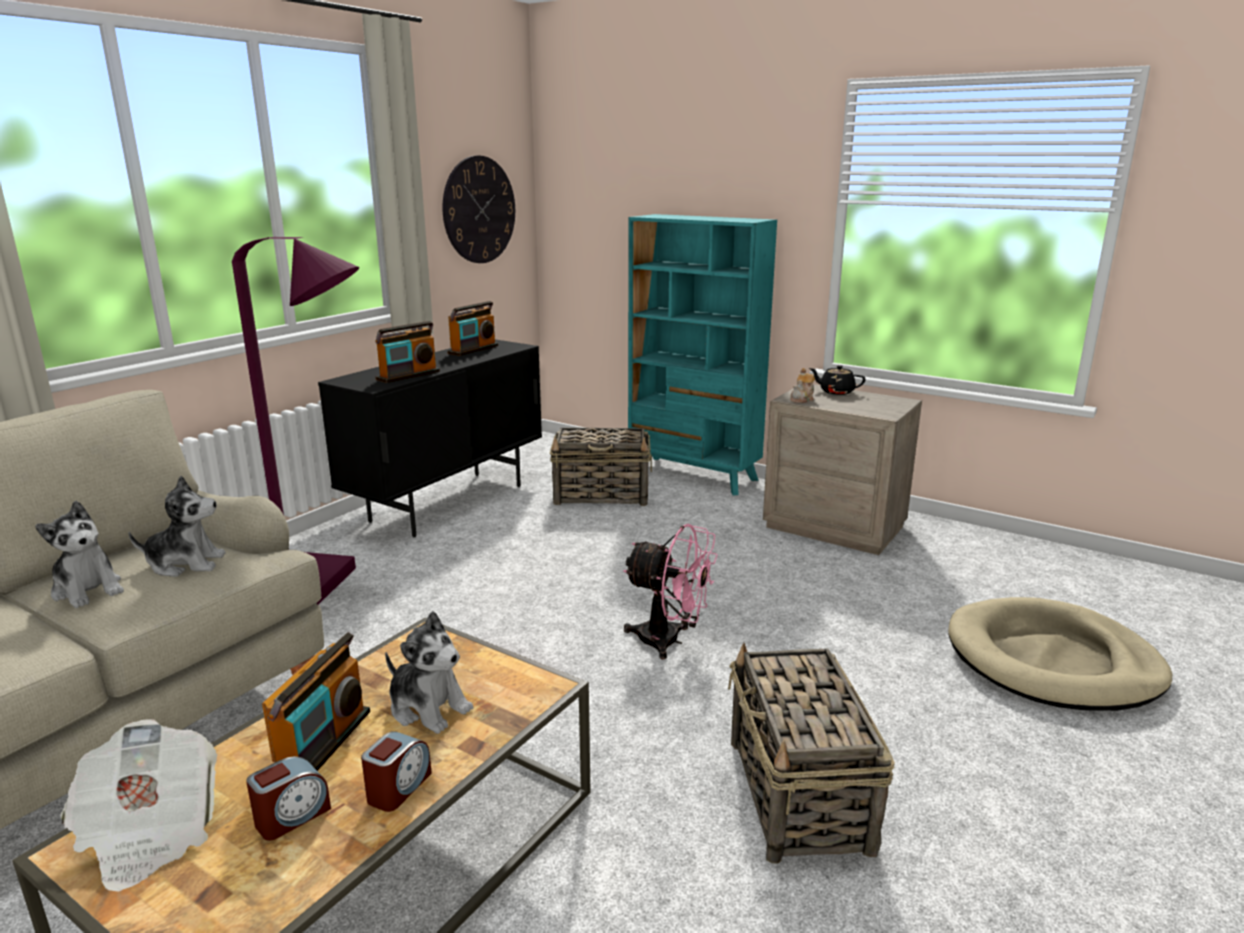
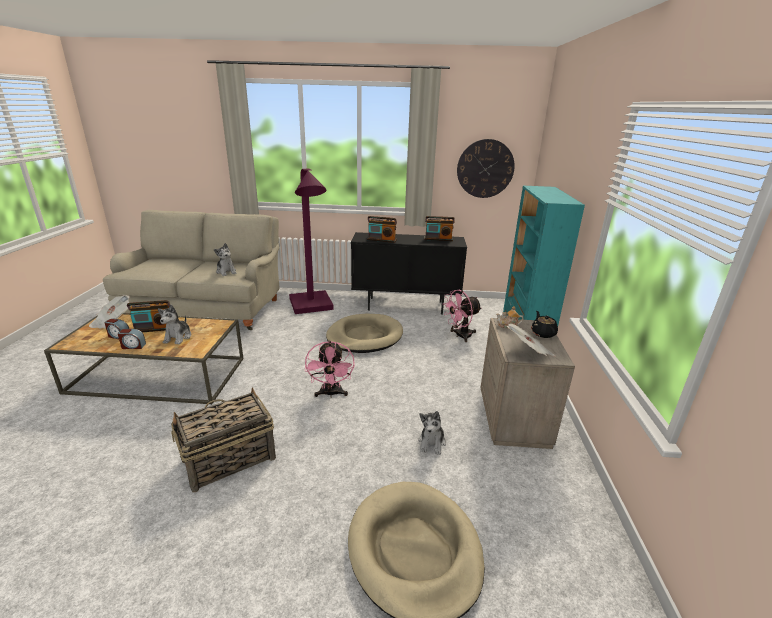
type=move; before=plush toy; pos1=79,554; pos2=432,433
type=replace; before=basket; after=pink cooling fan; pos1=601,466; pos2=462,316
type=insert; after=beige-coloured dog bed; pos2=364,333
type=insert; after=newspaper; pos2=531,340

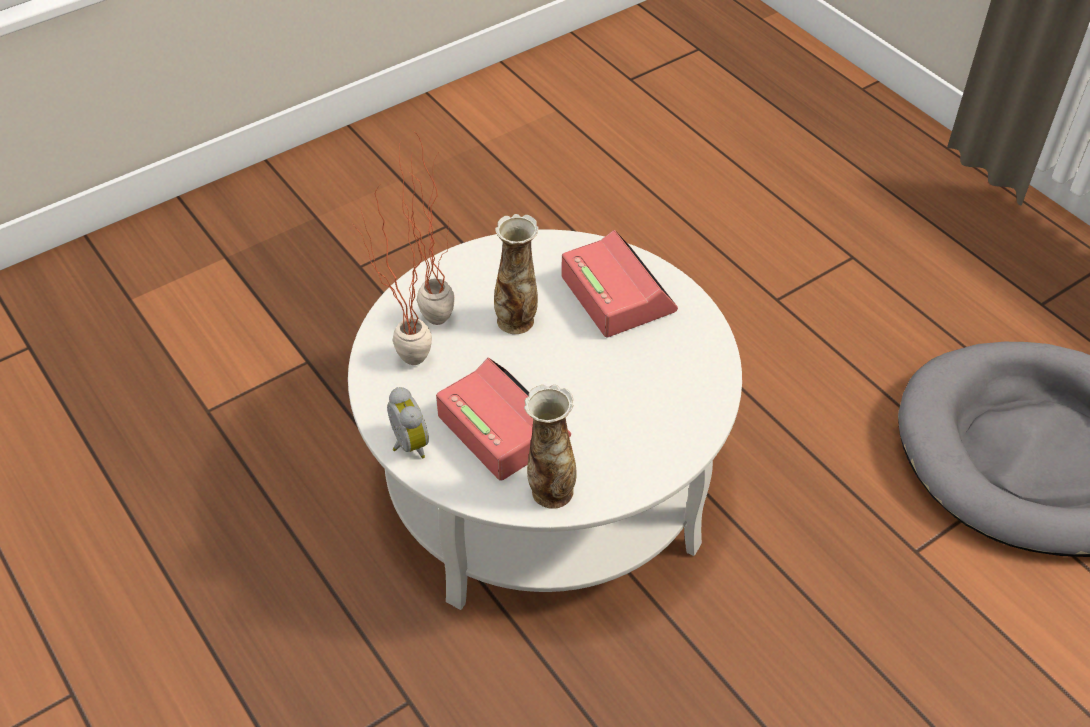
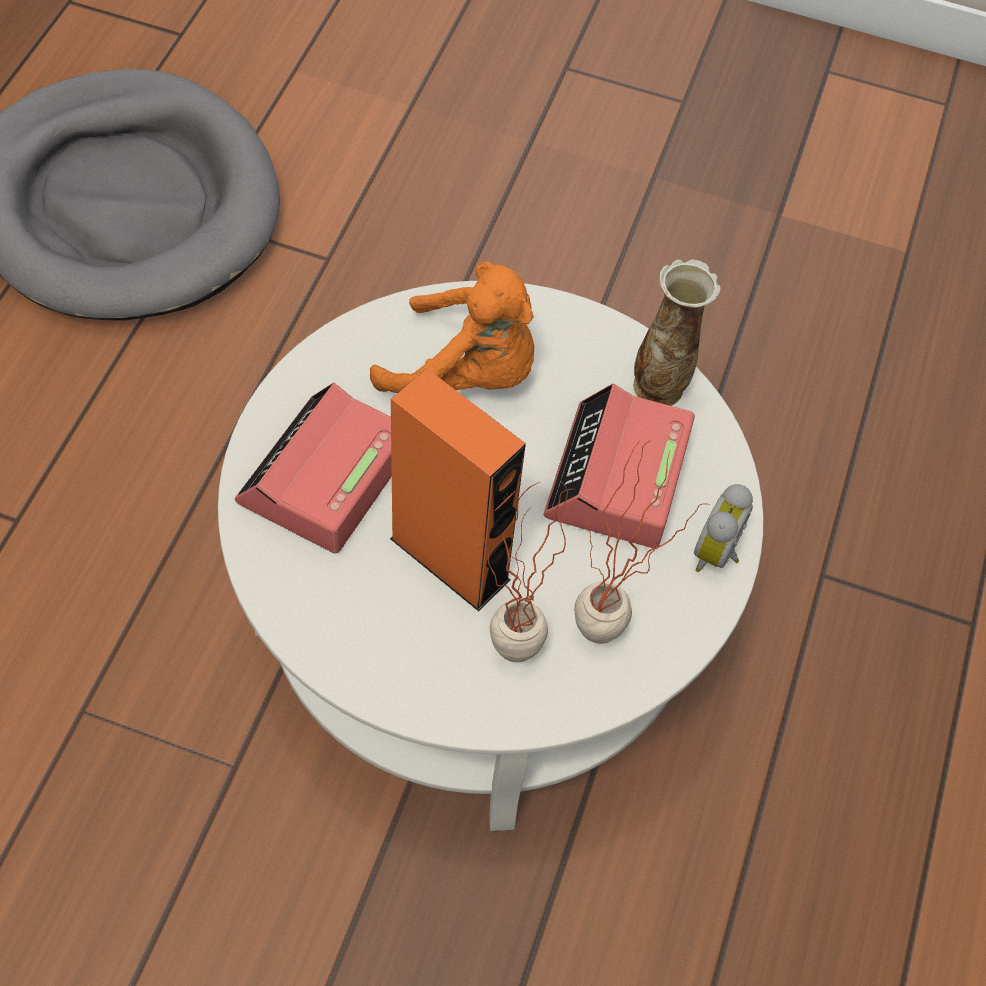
type=replace; before=flower vase; after=orange audio speaker; pos1=516,274; pos2=458,489
type=insert; after=orange plush toy; pos2=452,327

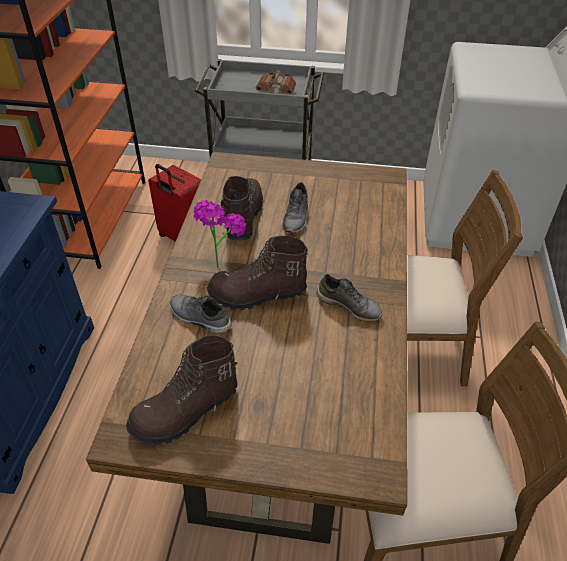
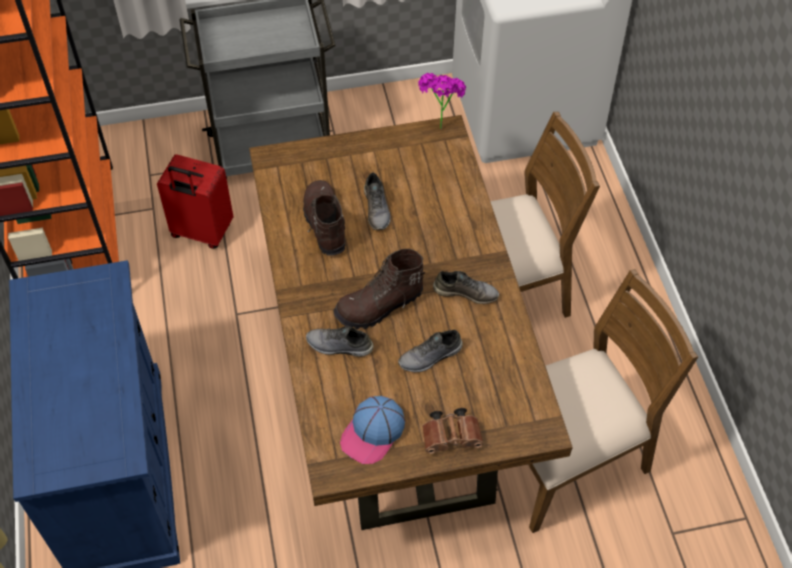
type=replace; before=brownish high-top boot; after=peaked cap; pos1=182,390; pos2=372,430
type=move; before=houseplant; pos1=219,234; pos2=442,101
type=move; before=brownish pair of binoculars; pos1=276,82; pos2=453,431
type=insert; after=greyish shoe; pos2=430,351

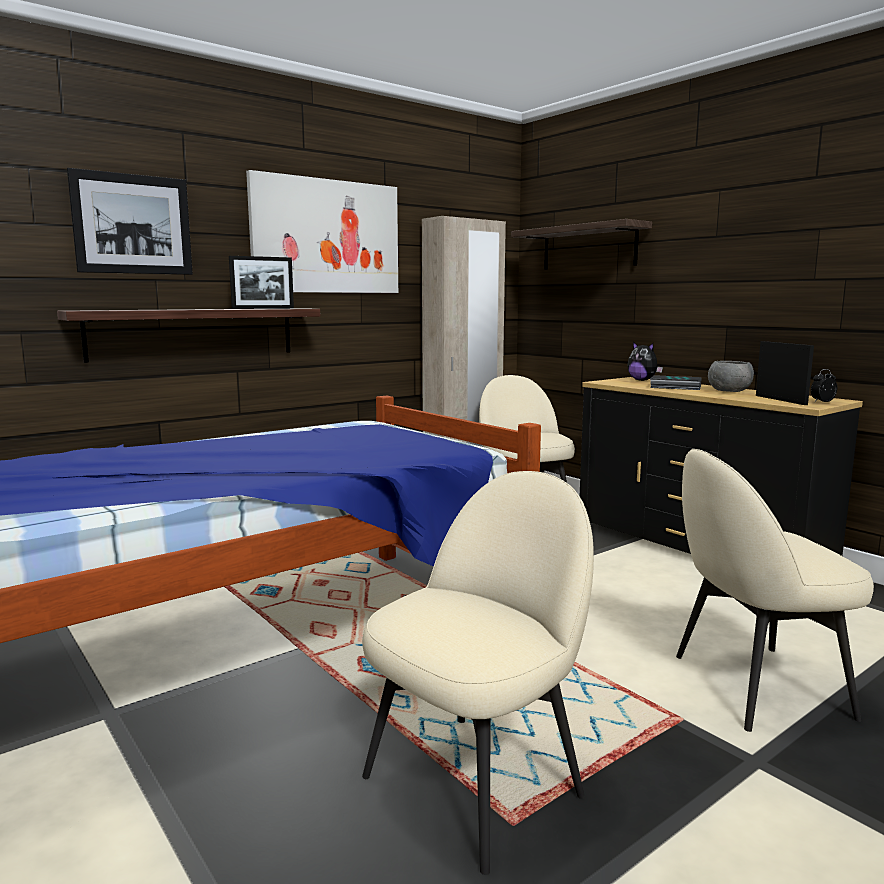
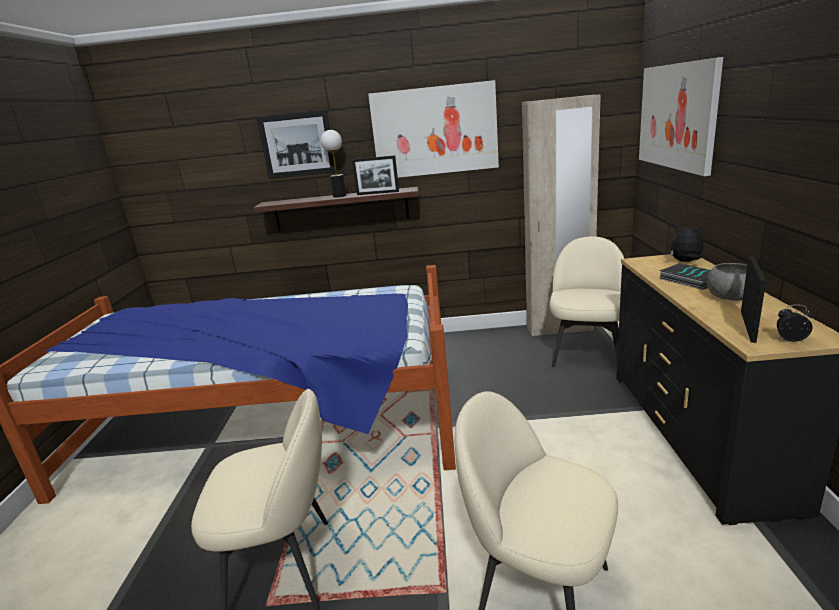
type=replace; before=wall shelf; after=picture; pos1=581,244; pos2=681,116
type=rotate; before=plush toy; pos1=645,361; pos2=686,243; turn=105
type=insert; after=table lamp; pos2=333,163

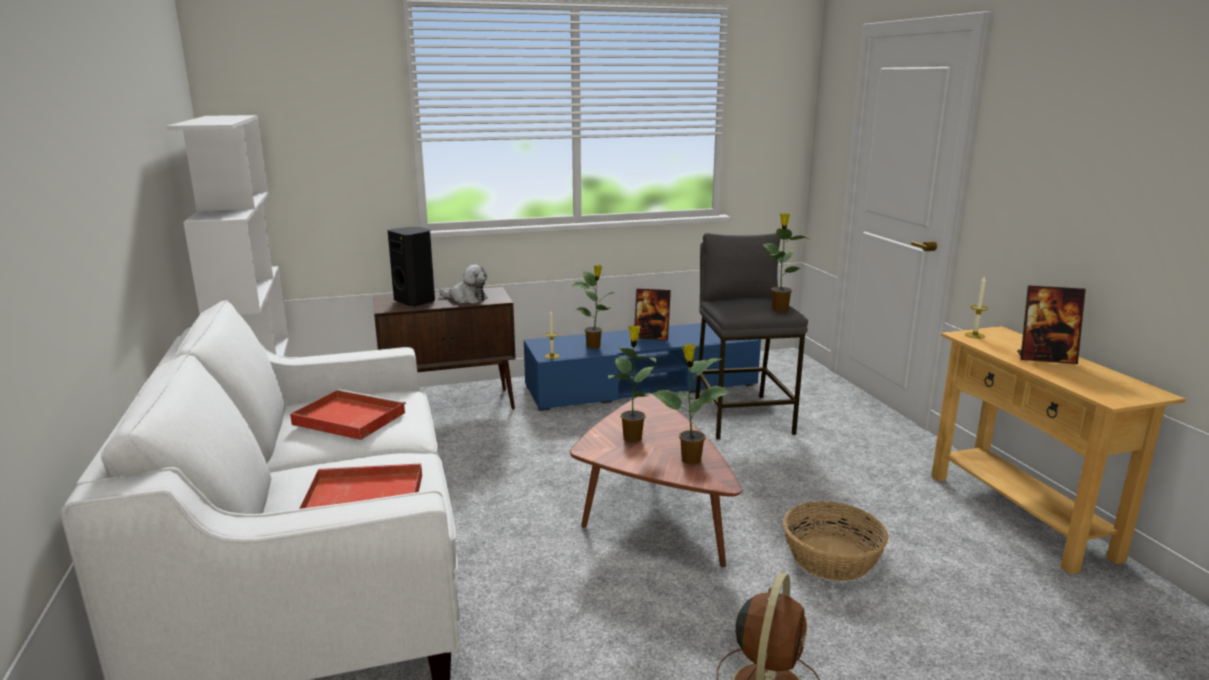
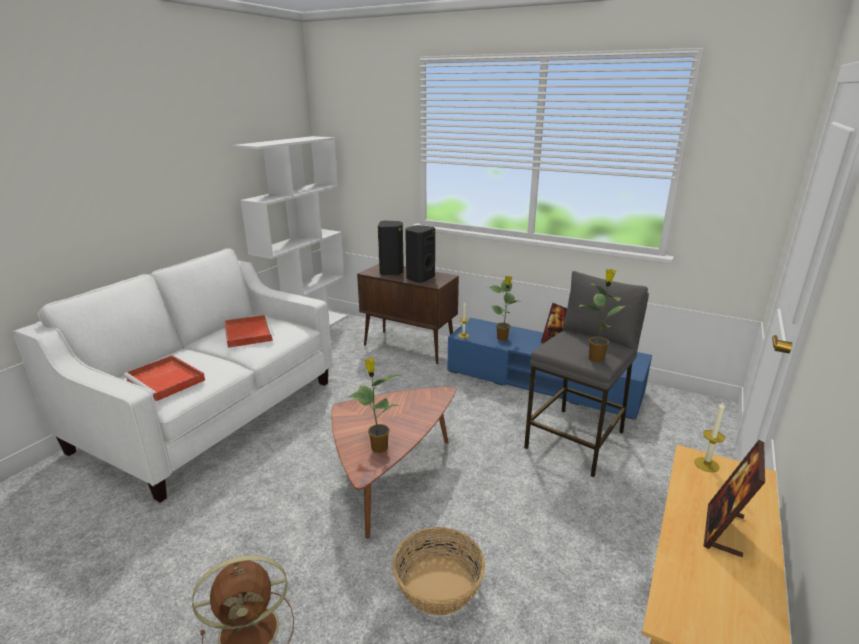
type=replace; before=plush toy; after=black-coloured audio speaker; pos1=463,284; pos2=420,254
type=delete; before=houseplant; pos1=632,383
type=rotate; before=standing frame; pos1=1051,325; pos2=734,498; turn=60

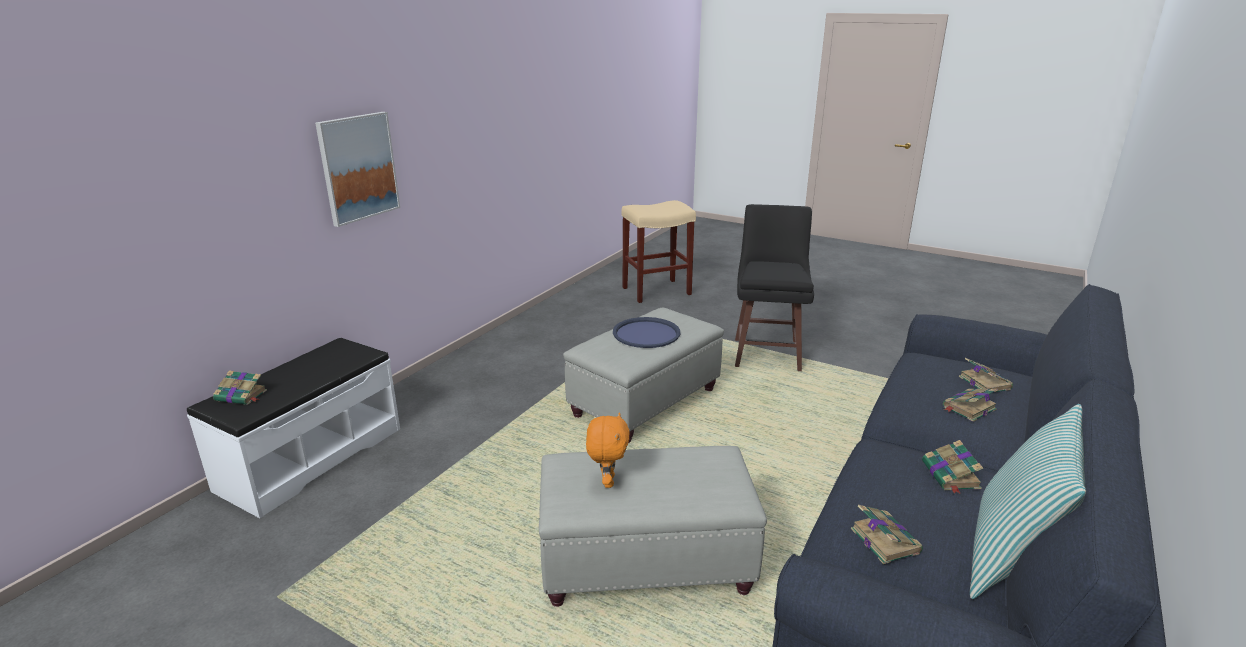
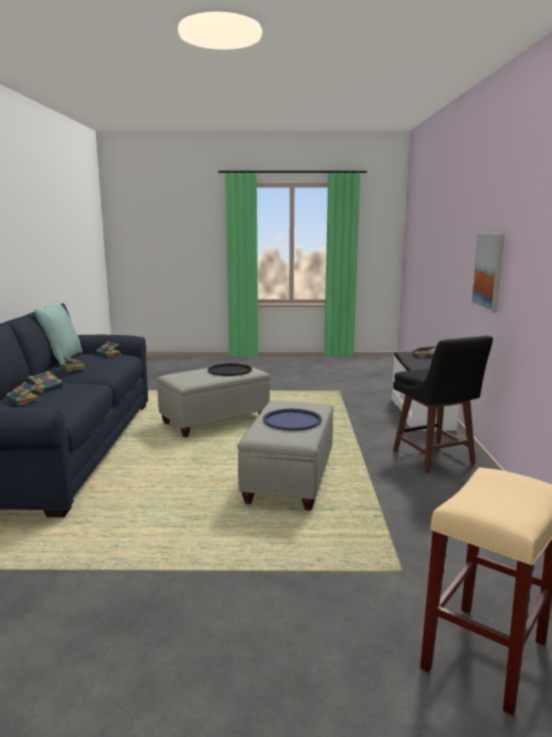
type=replace; before=orange plush toy; after=black-coloured tray; pos1=608,450; pos2=230,369
type=move; before=black-coloured sitting stool; pos1=774,287; pos2=443,404

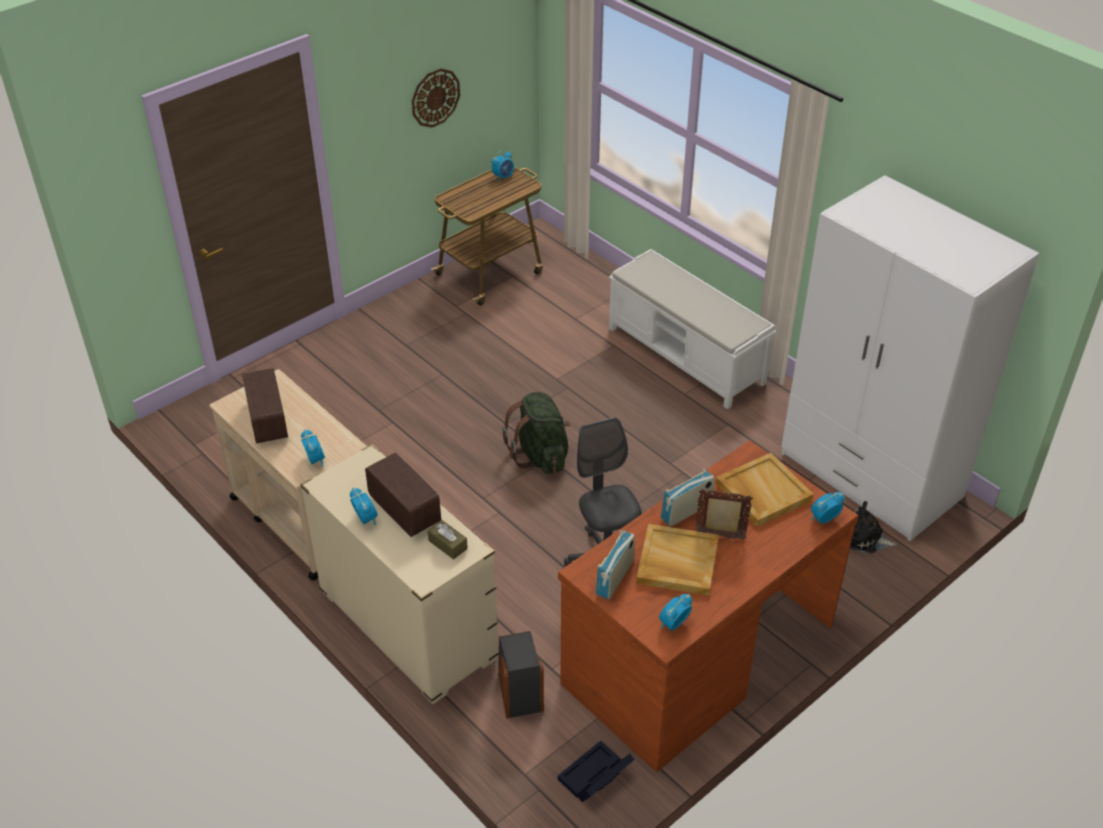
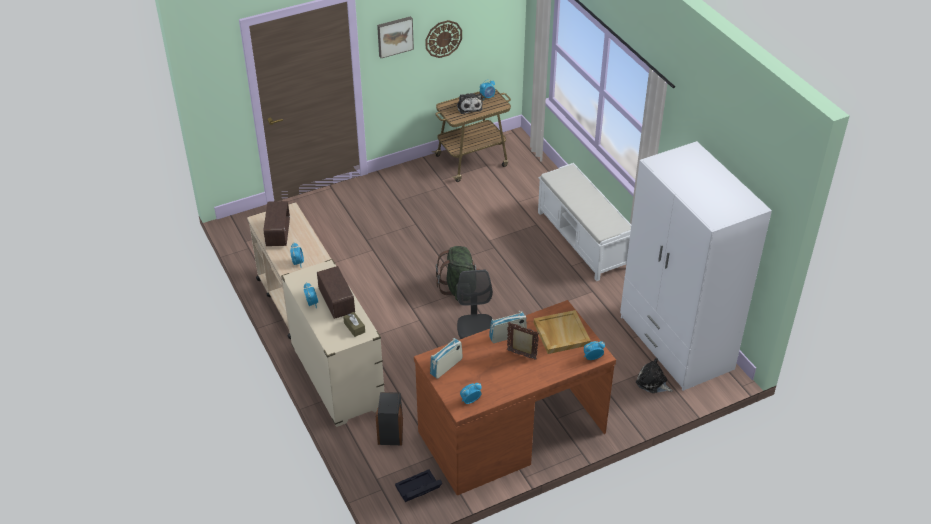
type=delete; before=beige-coloured tray; pos1=677,560
type=insert; after=picture; pos2=395,37
type=insert; after=plush toy; pos2=470,103

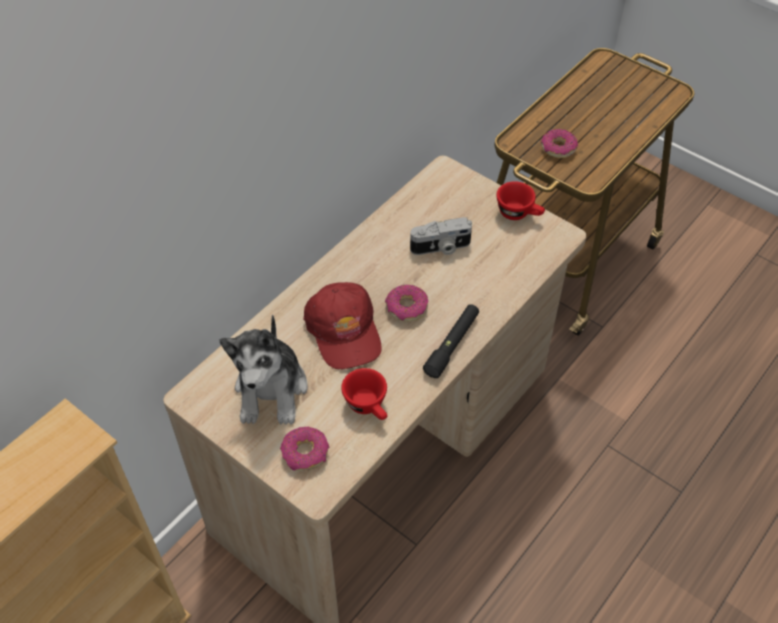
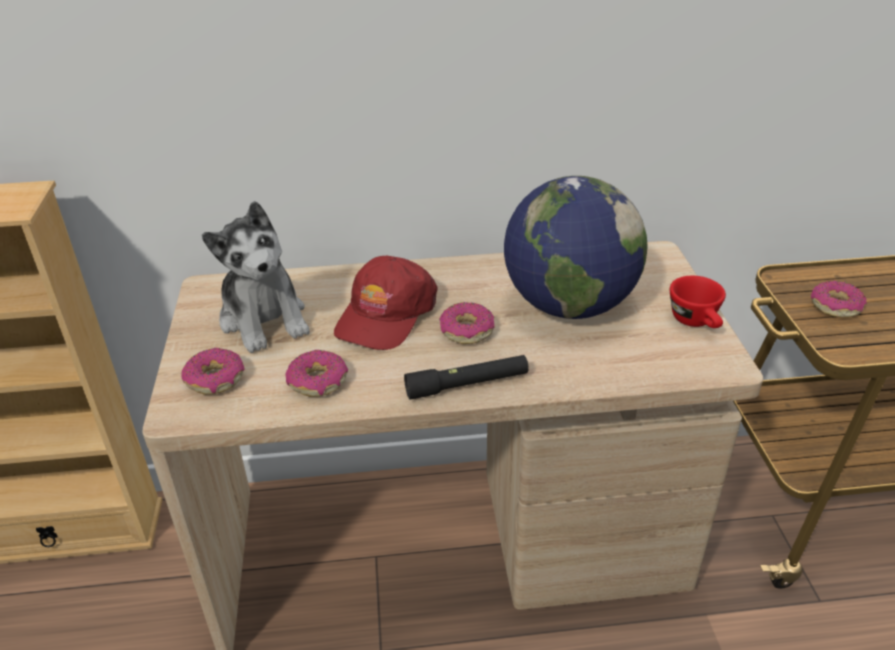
type=rotate; before=plush toy; pos1=263,370; pos2=256,277; turn=-75
type=replace; before=red cup; after=ring doughnut; pos1=364,394; pos2=316,373
type=replace; before=photo camera; after=globe; pos1=441,236; pos2=576,247

